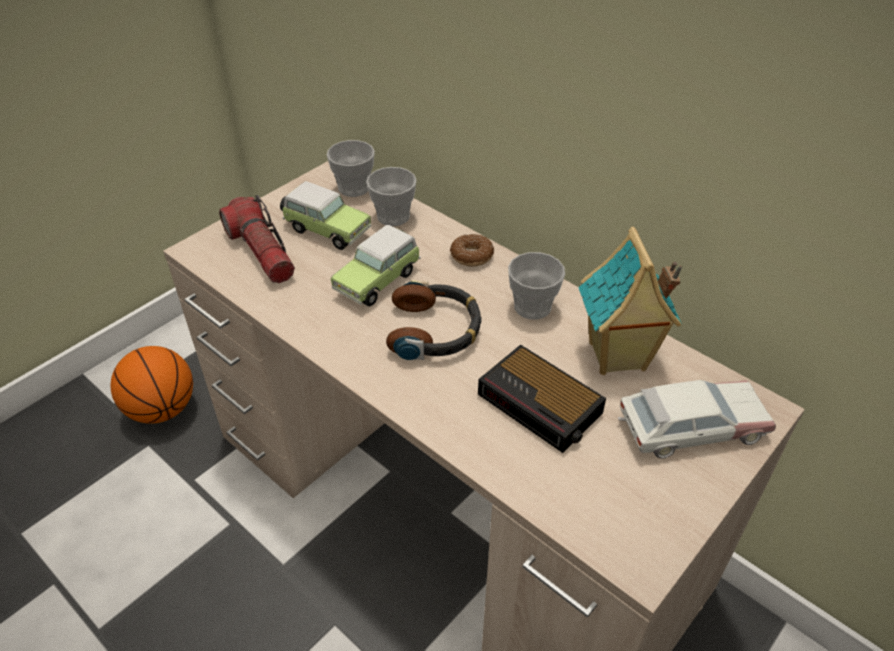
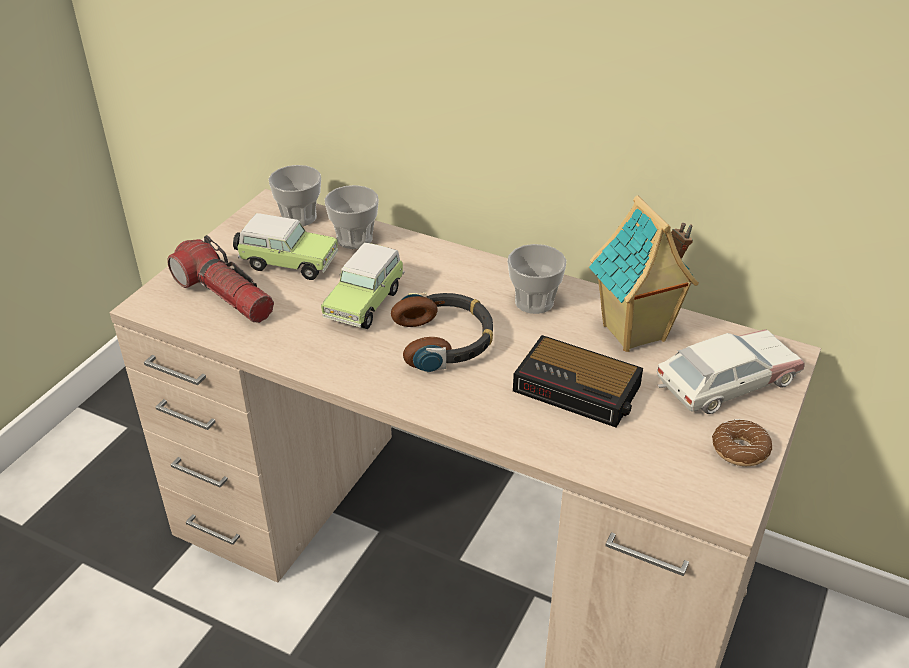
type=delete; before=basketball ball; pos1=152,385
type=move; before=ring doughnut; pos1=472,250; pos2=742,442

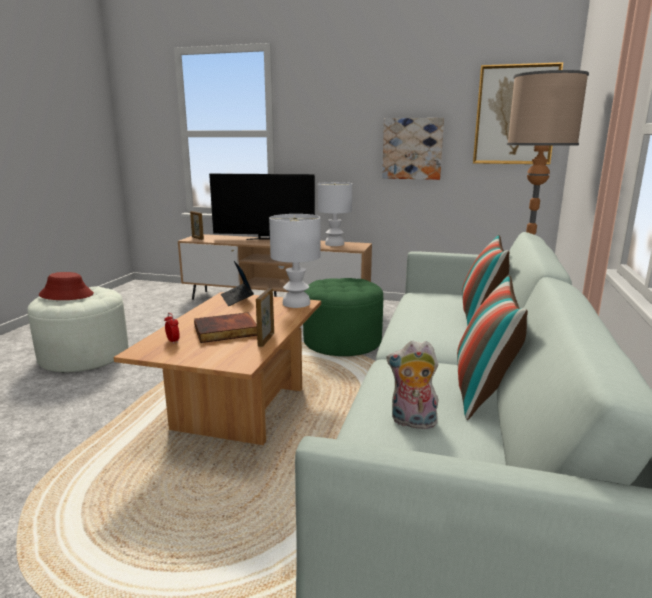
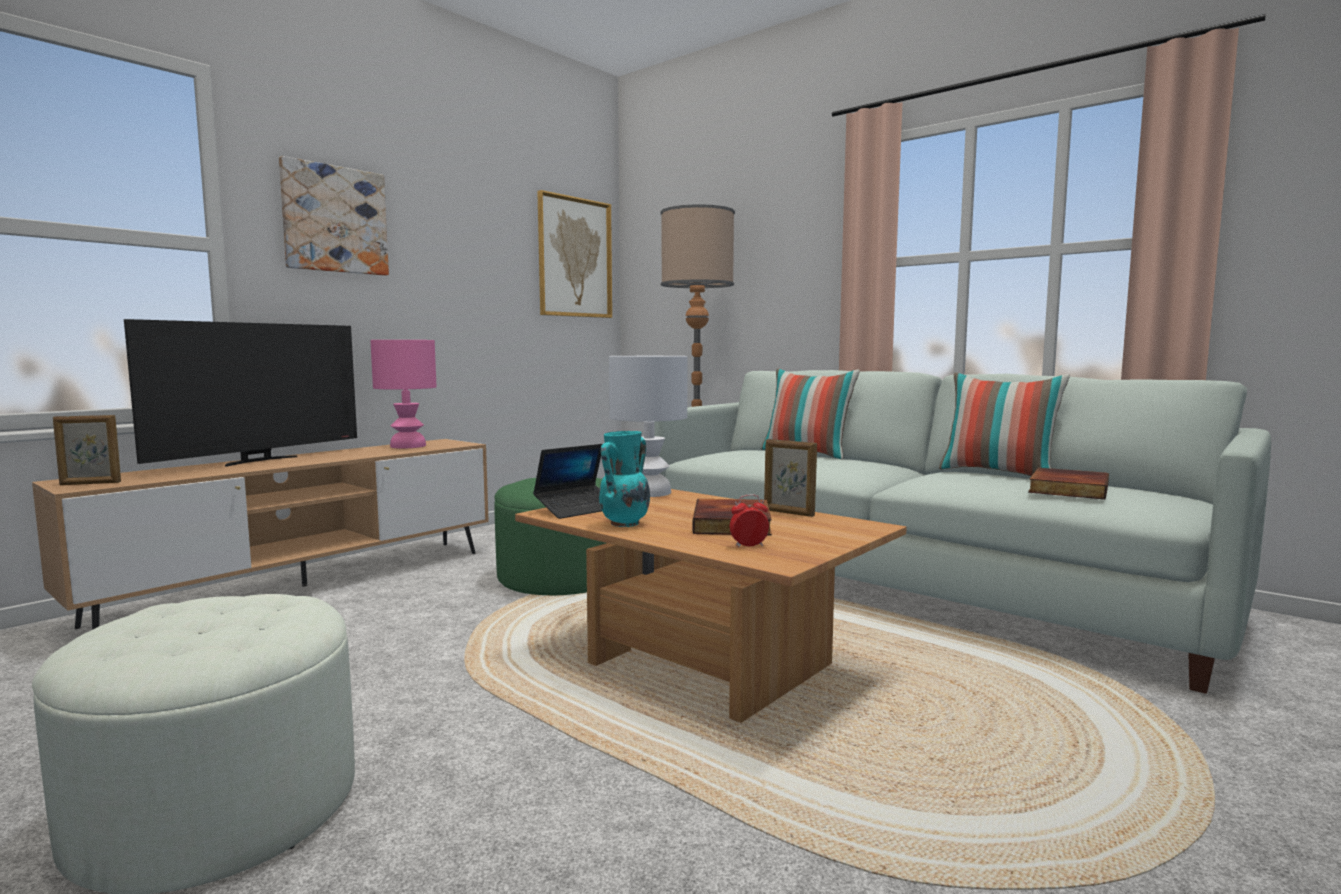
type=delete; before=red clothing hat; pos1=66,286
type=rotate; before=notebook computer; pos1=237,283; pos2=567,481; turn=-45
type=recolor; before=white table lamp; after=pink table lamp; pos1=335,214; pos2=403,394
type=move; before=picture; pos1=413,149; pos2=334,216
type=replace; before=plush toy; after=book; pos1=412,385; pos2=1068,483
type=insert; after=turquoise-coloured flower vase; pos2=624,479

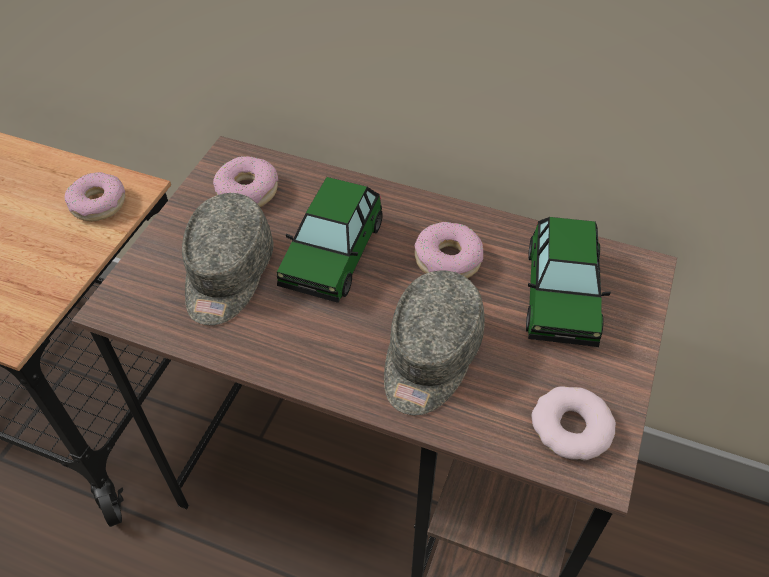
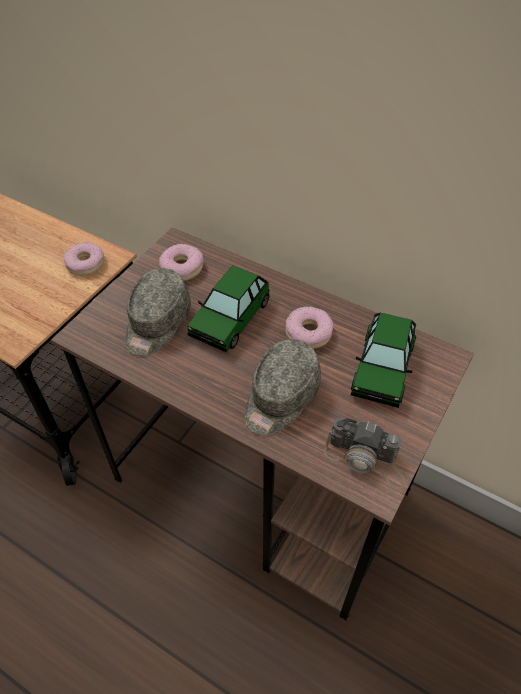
type=replace; before=ring doughnut; after=photo camera; pos1=574,423; pos2=365,453

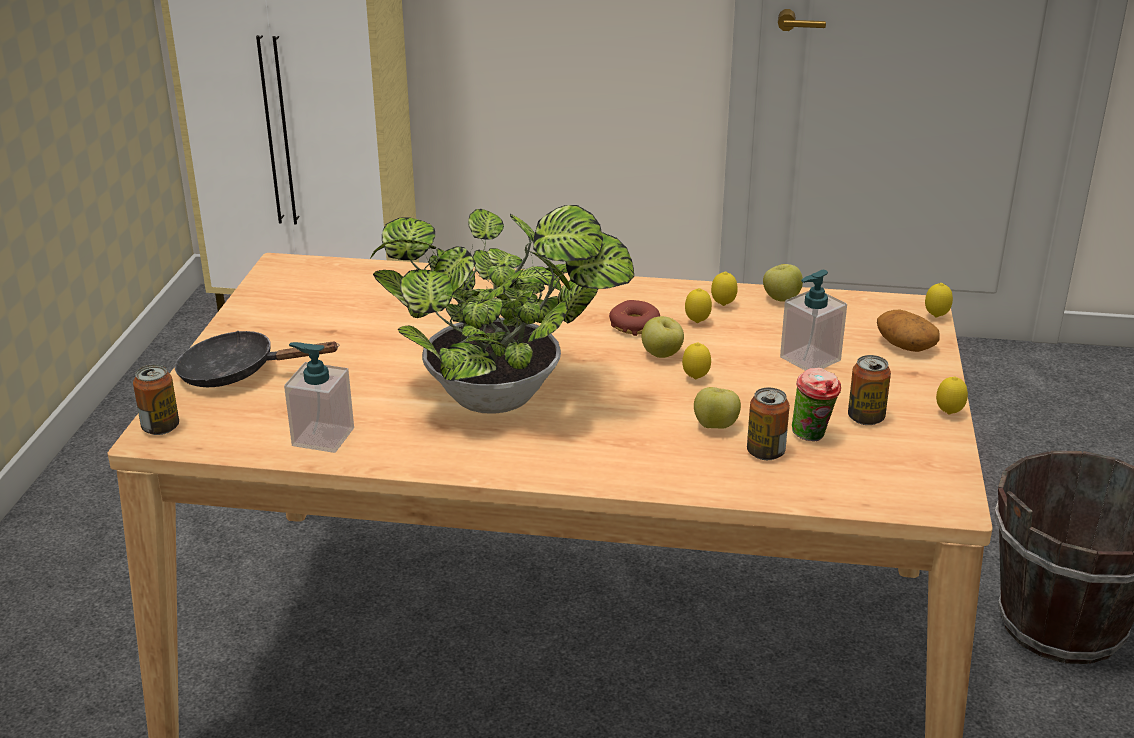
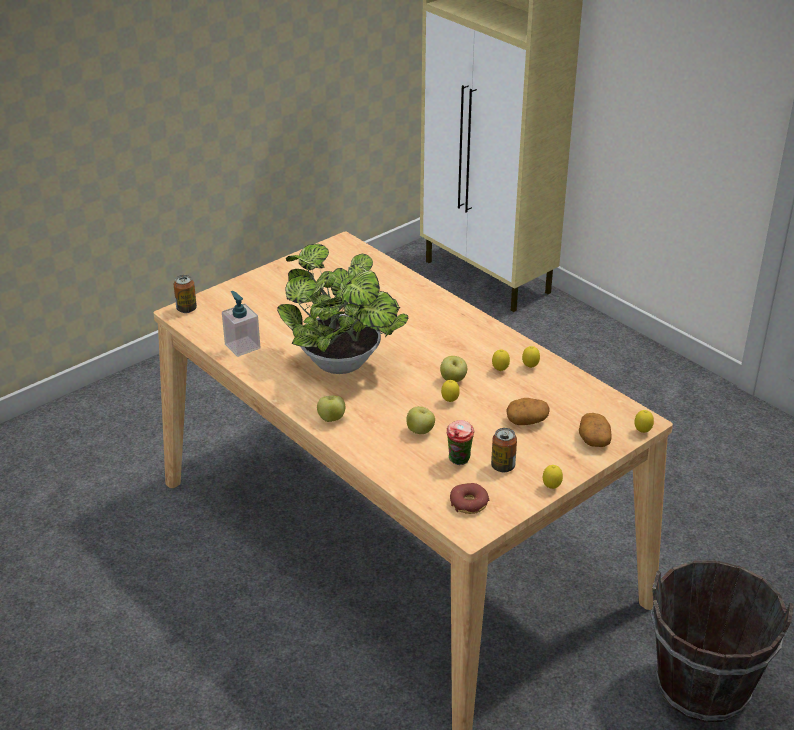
type=delete; before=black-coloured frying pan; pos1=256,359
type=move; before=ring doughnut; pos1=634,318; pos2=469,498
type=delete; before=metal can; pos1=768,424
type=move; before=apple; pos1=783,283; pos2=331,409
type=replace; before=liquid soap bottle; after=potato; pos1=813,320; pos2=528,411

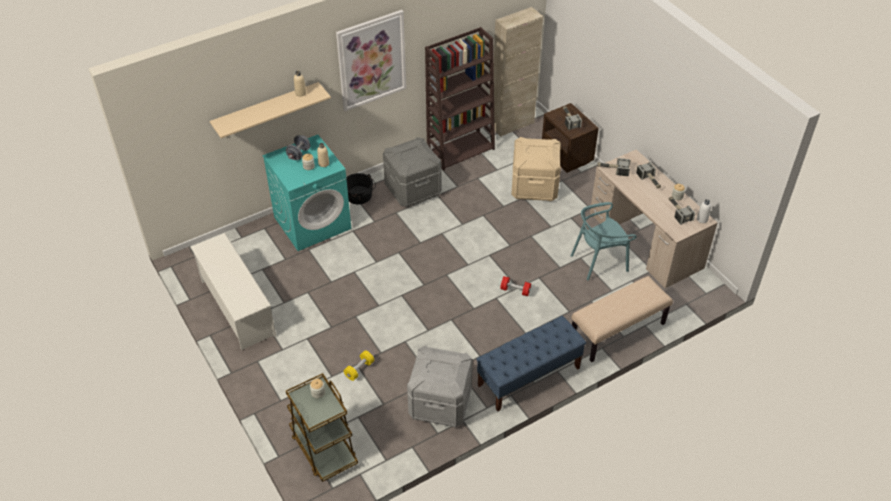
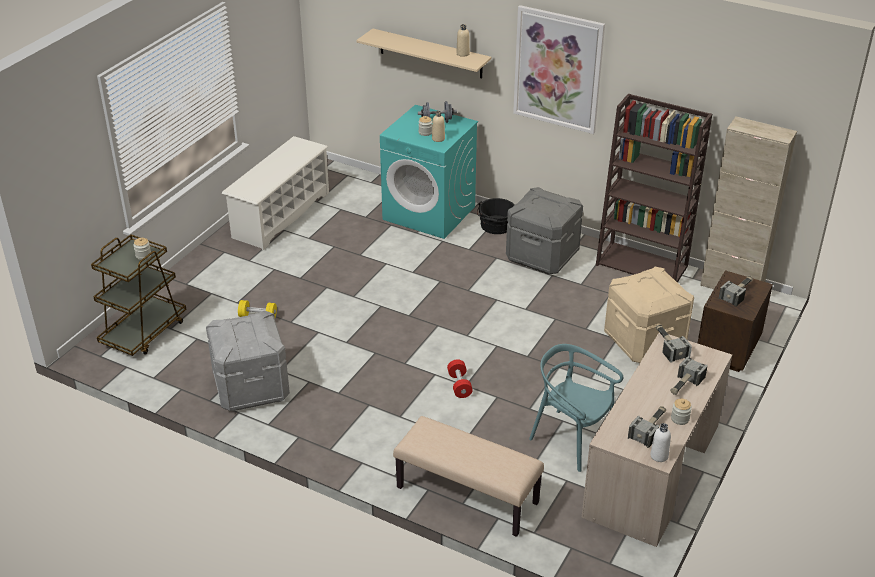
type=delete; before=bluish indoor bench; pos1=531,363

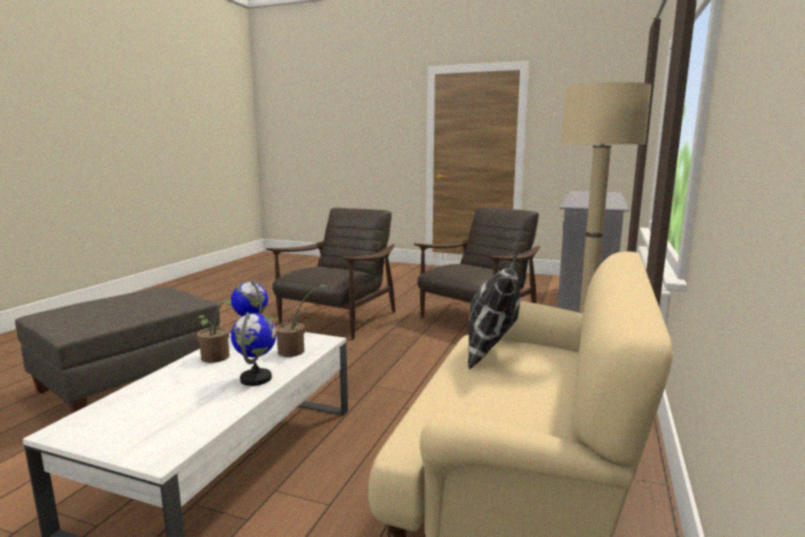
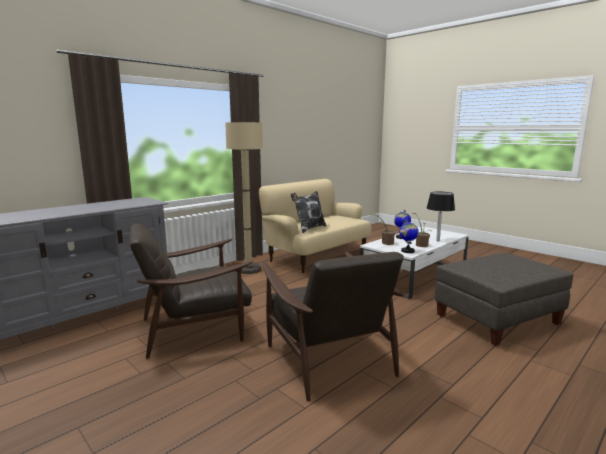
type=rotate; before=brownish lounge chair; pos1=330,273; pos2=333,326; turn=-75
type=insert; after=black-coloured table lamp; pos2=441,216

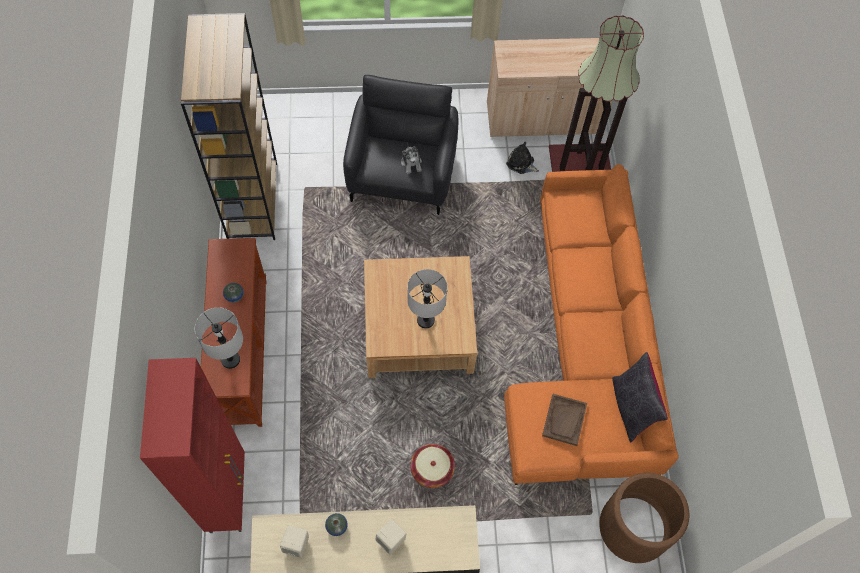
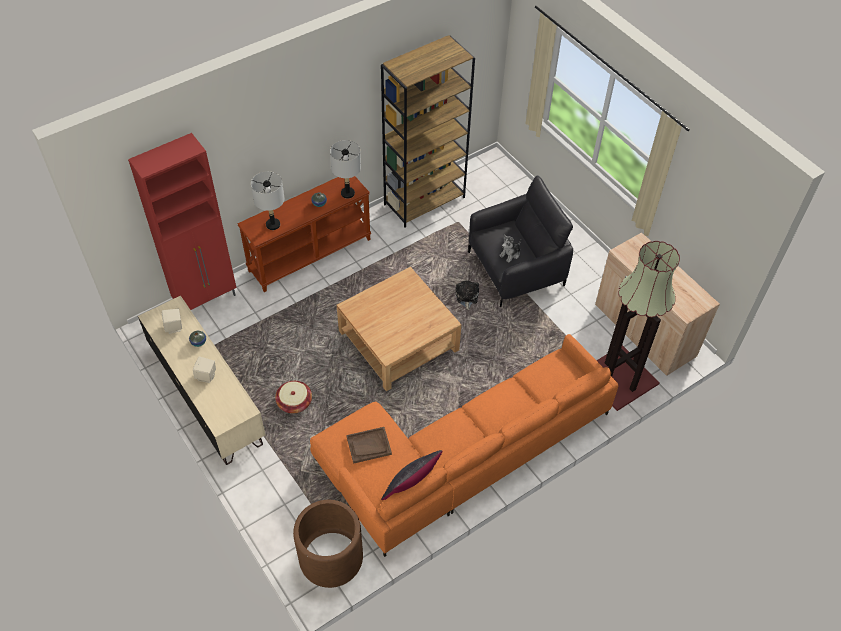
type=move; before=greyish table lamp; pos1=427,299; pos2=345,169
type=move; before=plush toy; pos1=522,158; pos2=467,295

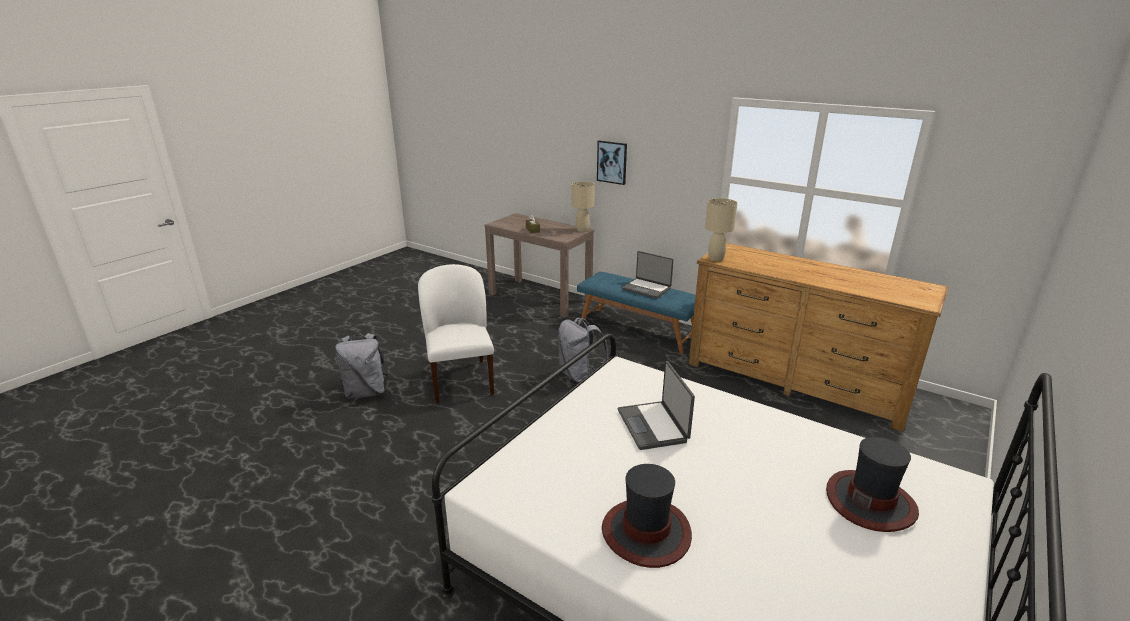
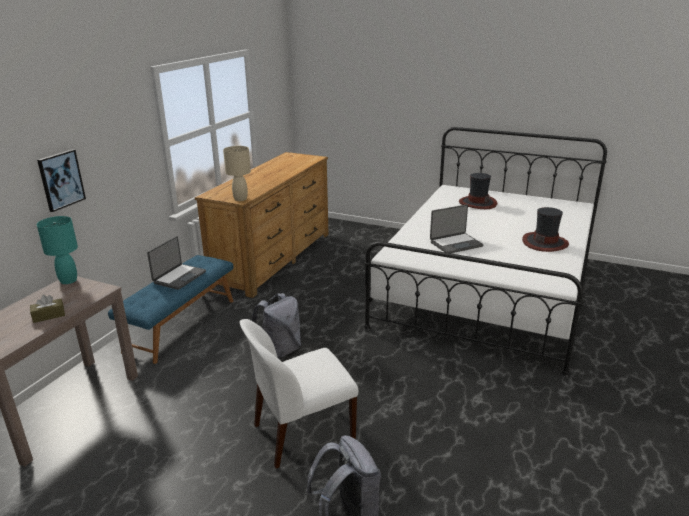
type=recolor; before=beige-coloured table lamp; after=turquoise-coloured table lamp; pos1=583,206; pos2=57,250

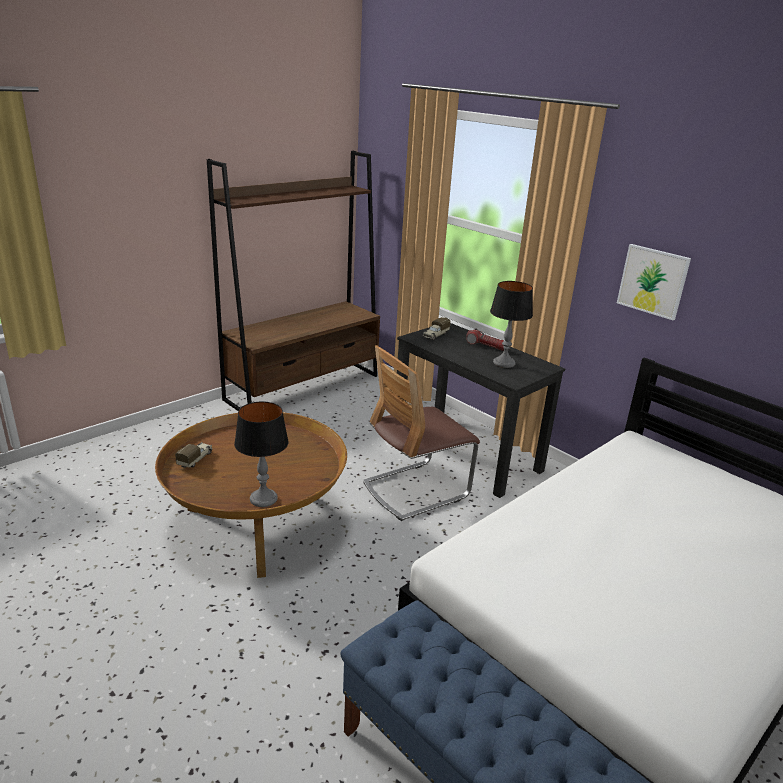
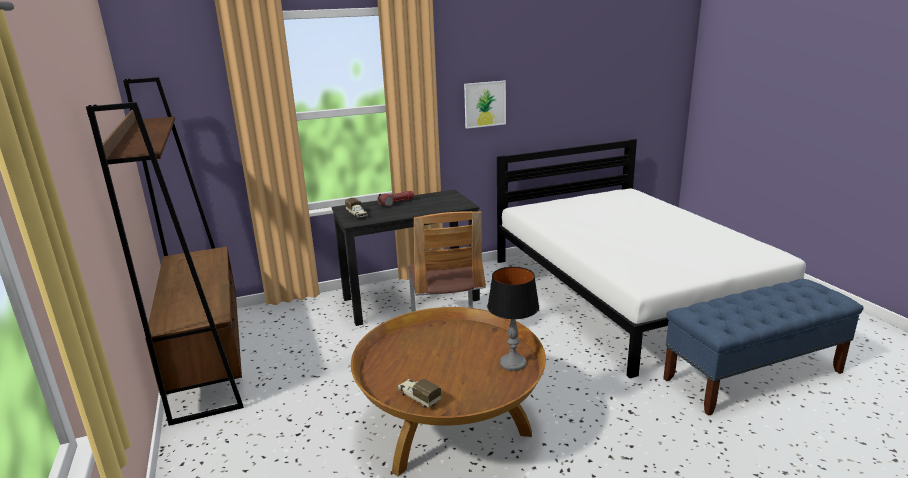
type=delete; before=table lamp; pos1=511,324

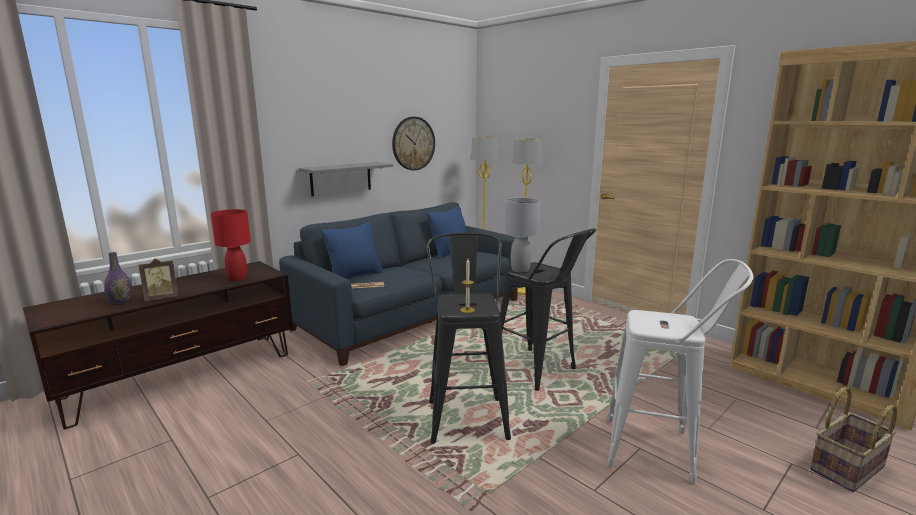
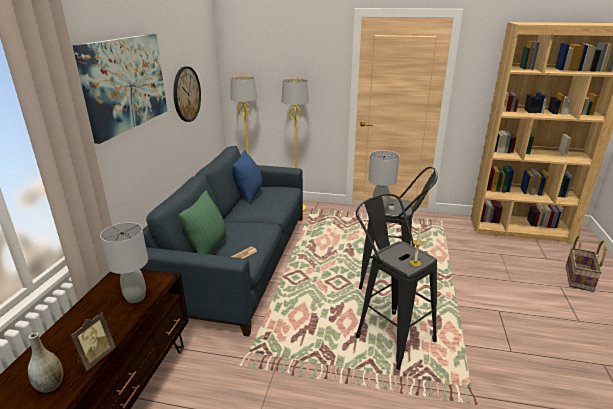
type=recolor; before=purple-coloured flower vase; after=greyish flower vase; pos1=118,278; pos2=46,362
type=recolor; before=red table lamp; after=greyish table lamp; pos1=231,245; pos2=124,262
type=delete; before=greyish wall shelf; pos1=346,179
type=recolor; before=bluish throw pillow; after=greenish throw pillow; pos1=352,250; pos2=203,222
type=delete; before=white sitting stool; pos1=680,371
type=insert; after=picture; pos2=120,89

